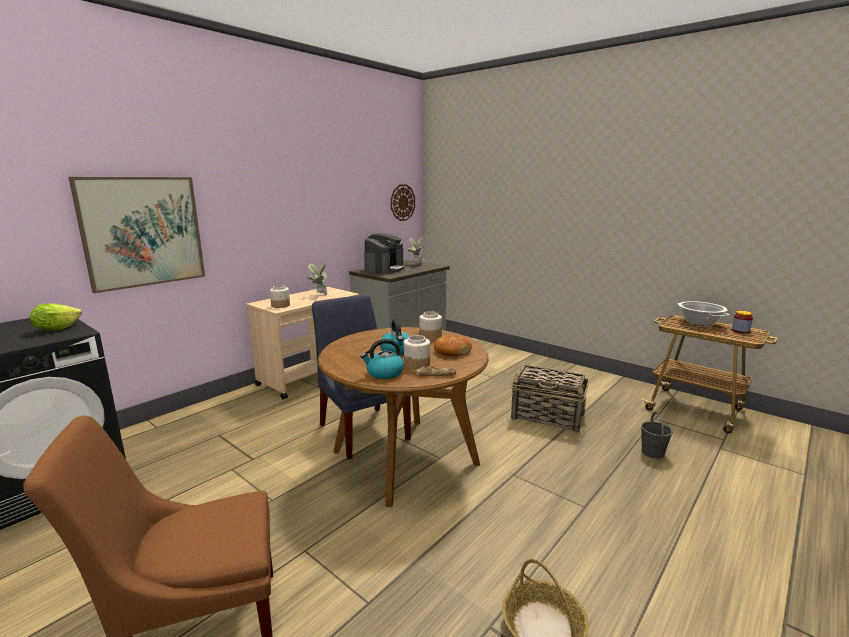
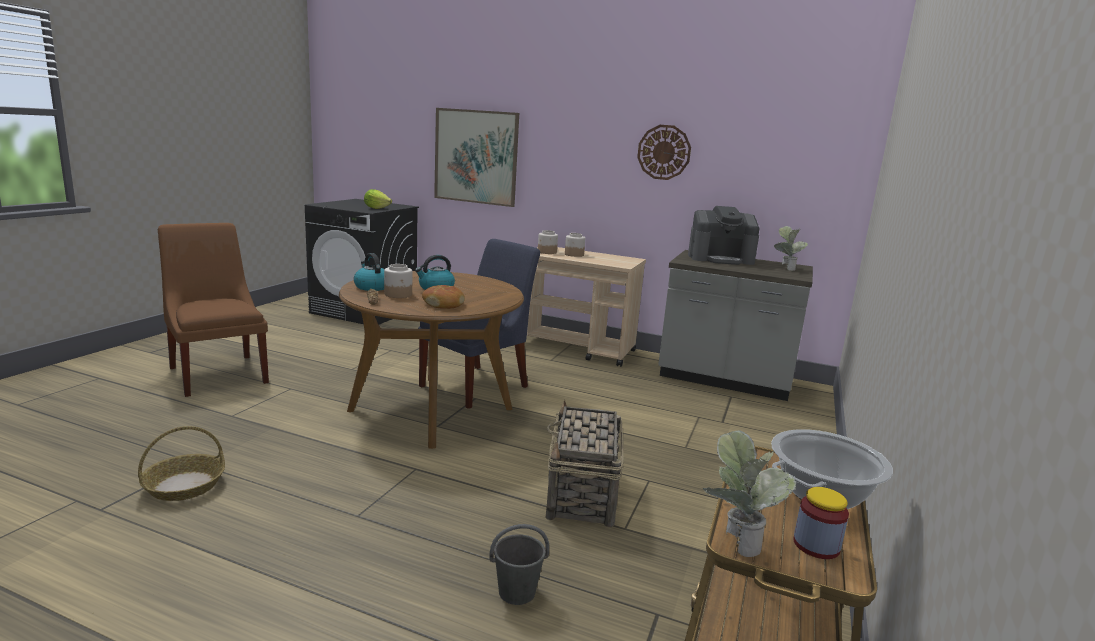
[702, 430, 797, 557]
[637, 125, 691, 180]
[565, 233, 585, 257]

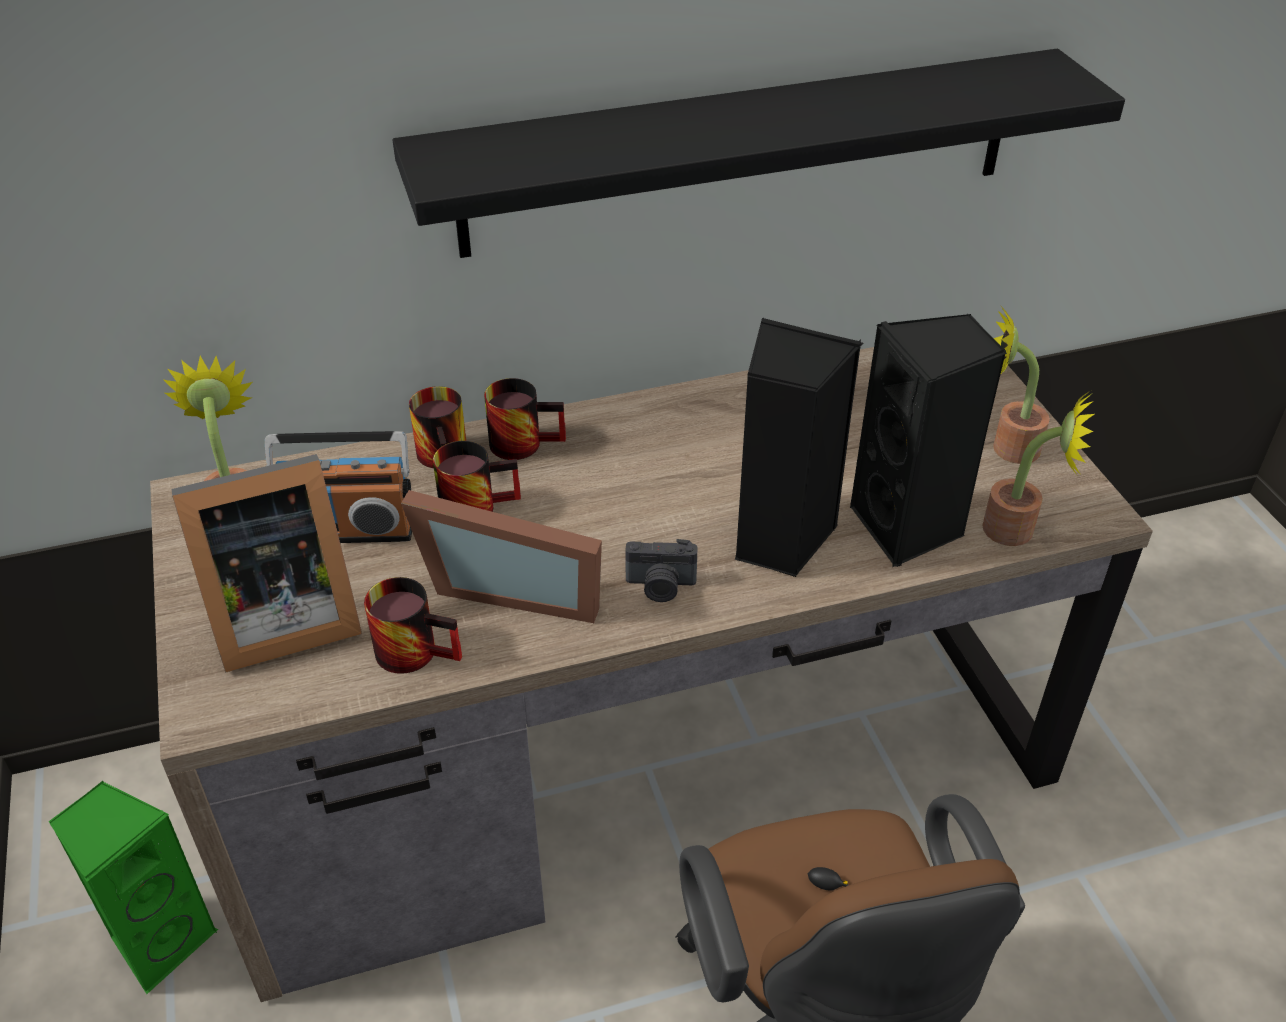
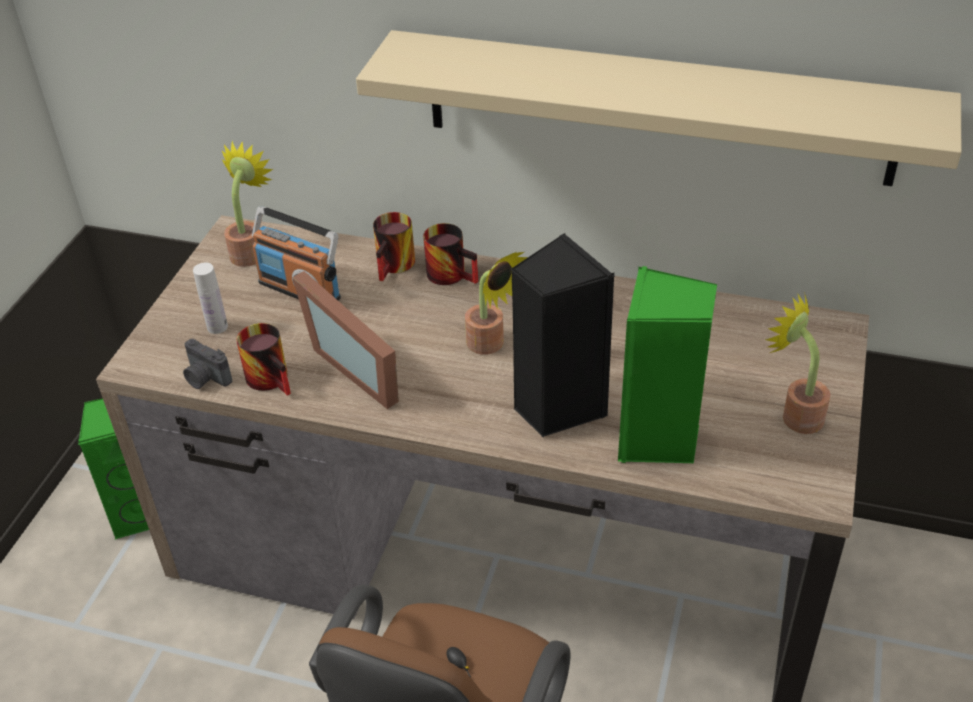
[433, 441, 521, 512] (first image)
[183, 339, 232, 389]
[465, 252, 528, 355]
[193, 262, 228, 334]
[356, 30, 961, 186]
[618, 266, 717, 463]

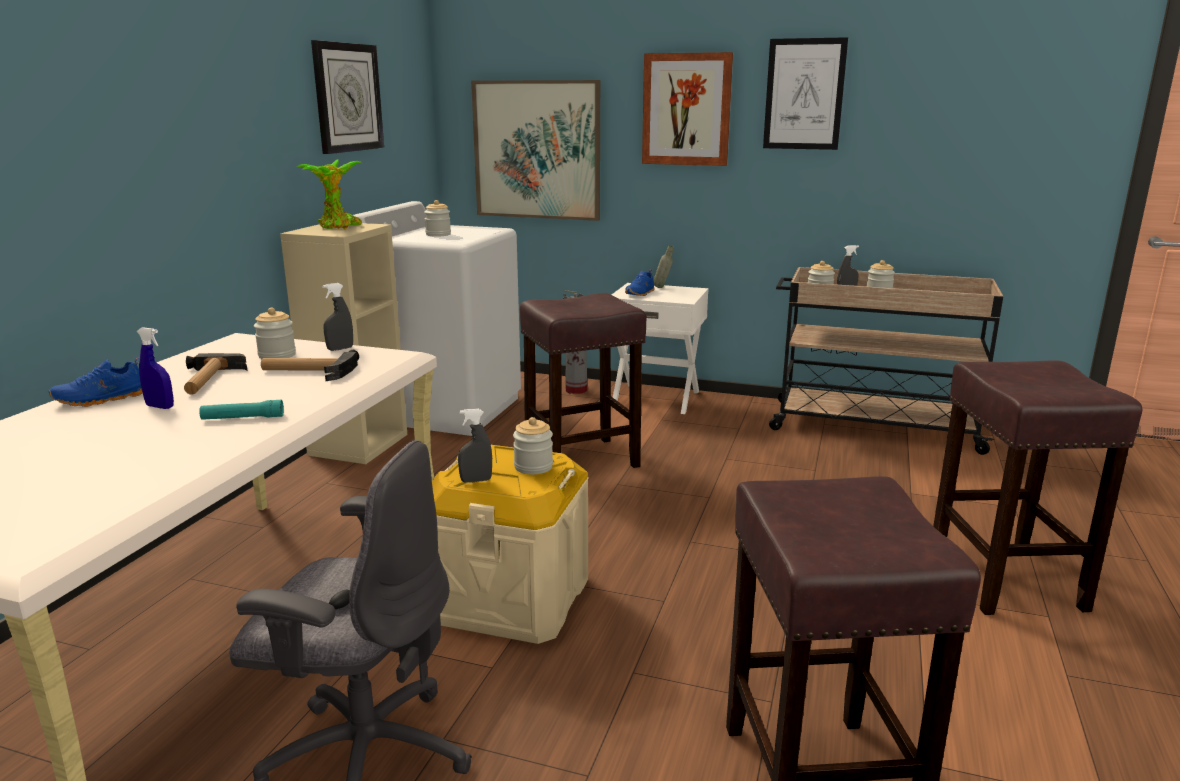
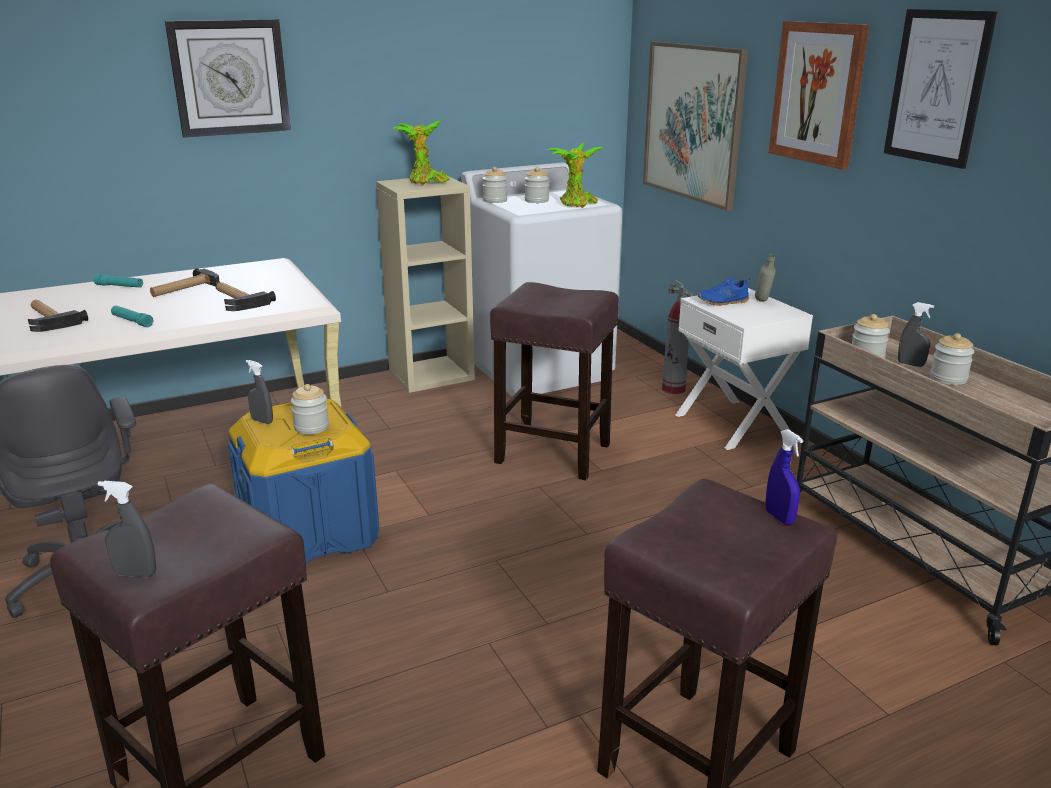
[28, 300, 88, 332]
[548, 142, 605, 208]
[766, 429, 803, 525]
[482, 167, 507, 203]
[165, 19, 291, 138]
[98, 481, 156, 577]
[94, 274, 143, 288]
[228, 399, 379, 564]

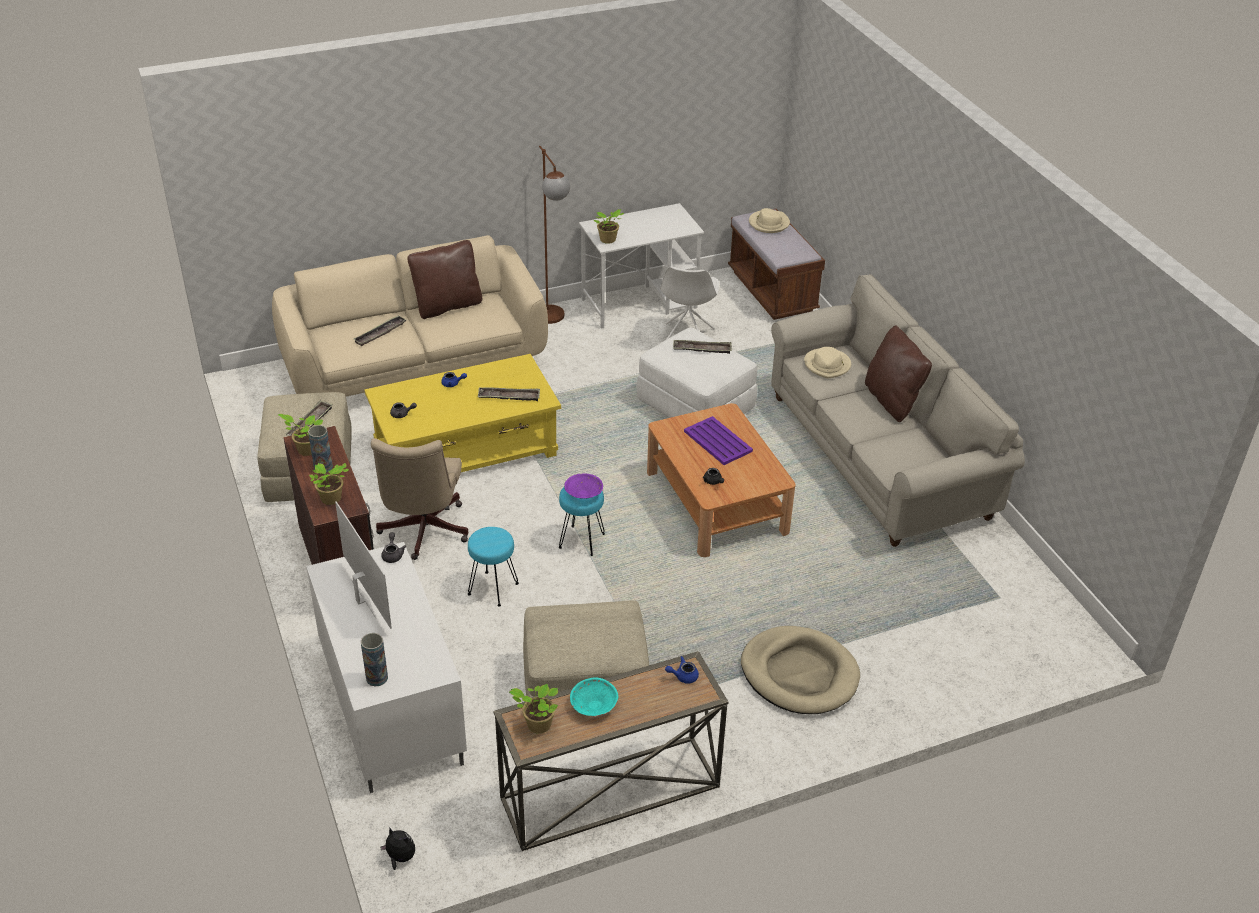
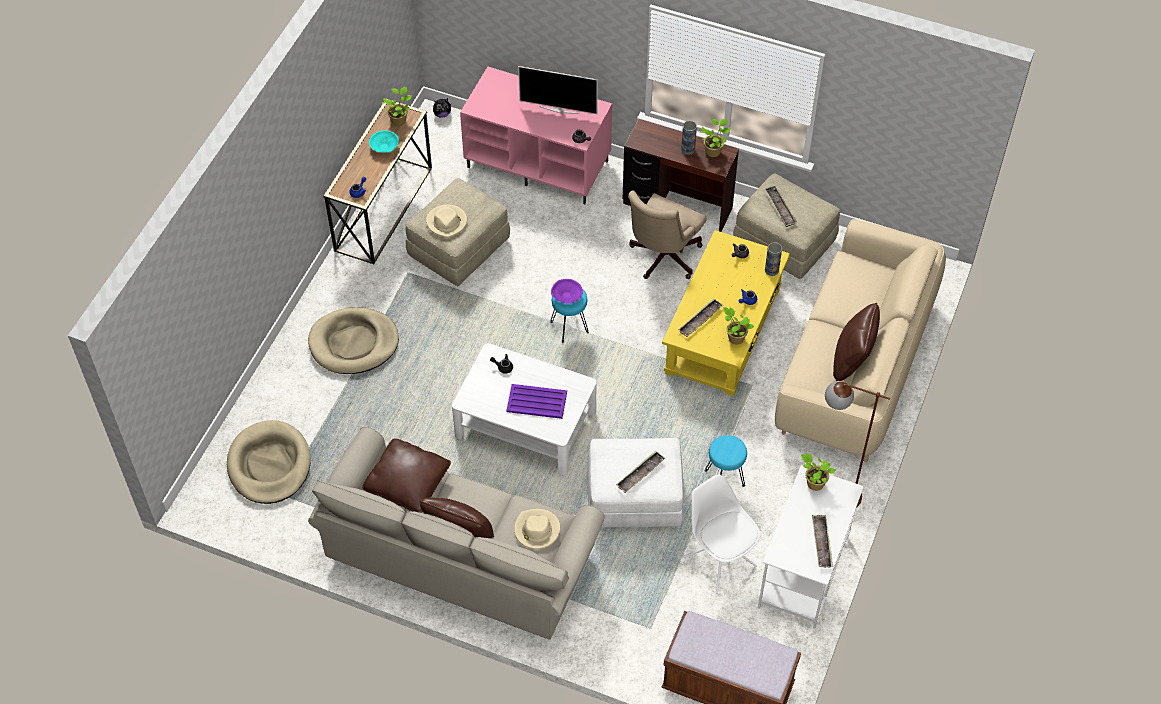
[227, 420, 310, 504]
[362, 438, 451, 513]
[723, 307, 754, 345]
[812, 515, 833, 567]
[765, 242, 782, 276]
[705, 435, 747, 487]
[426, 205, 467, 238]
[460, 67, 612, 204]
[452, 343, 597, 475]
[628, 190, 706, 279]

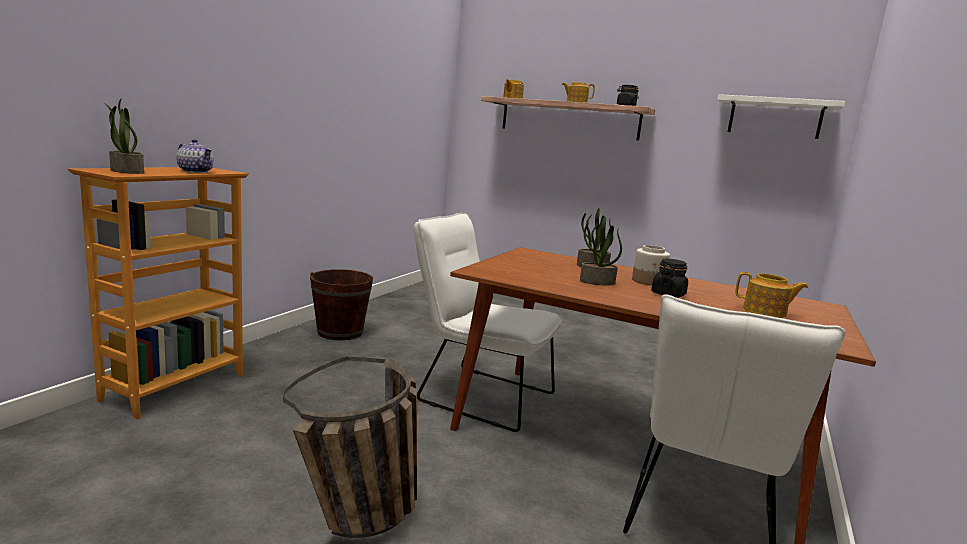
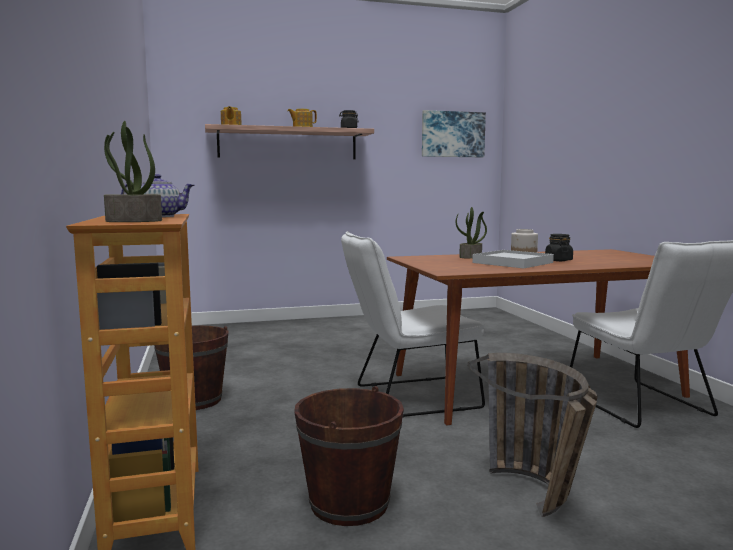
[736, 272, 808, 318] (first image)
[294, 386, 404, 526]
[472, 250, 554, 269]
[422, 110, 486, 157]

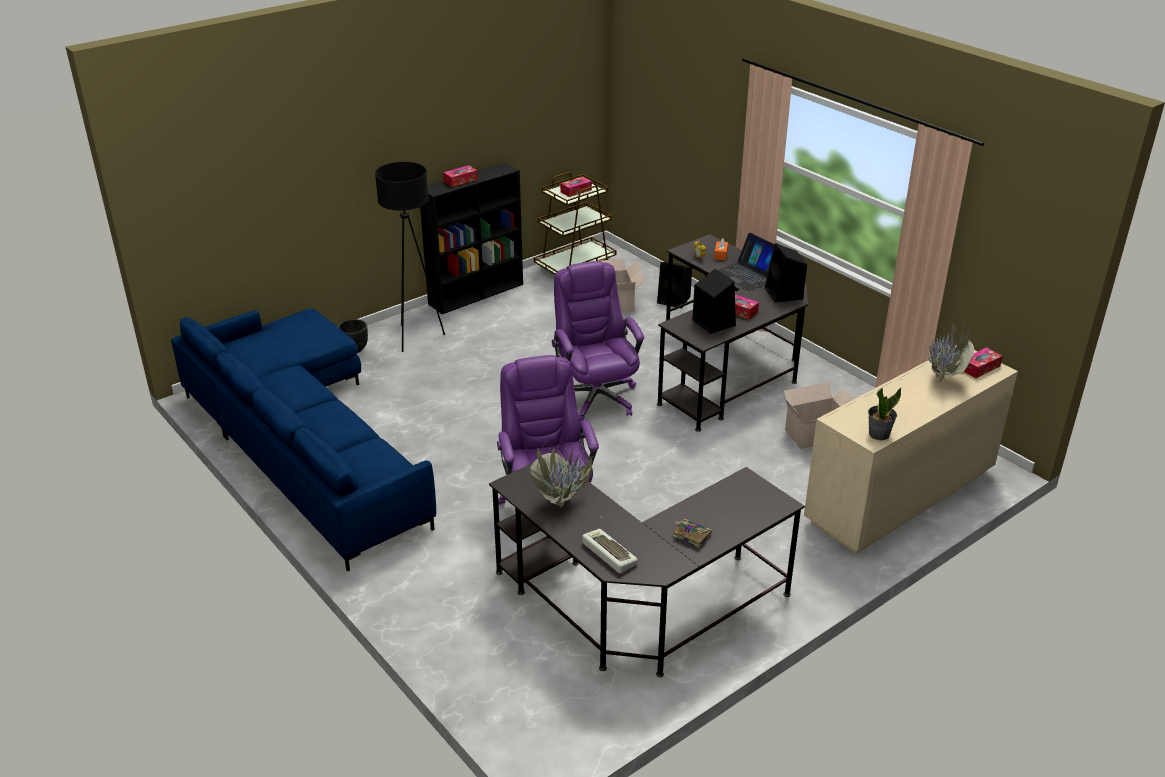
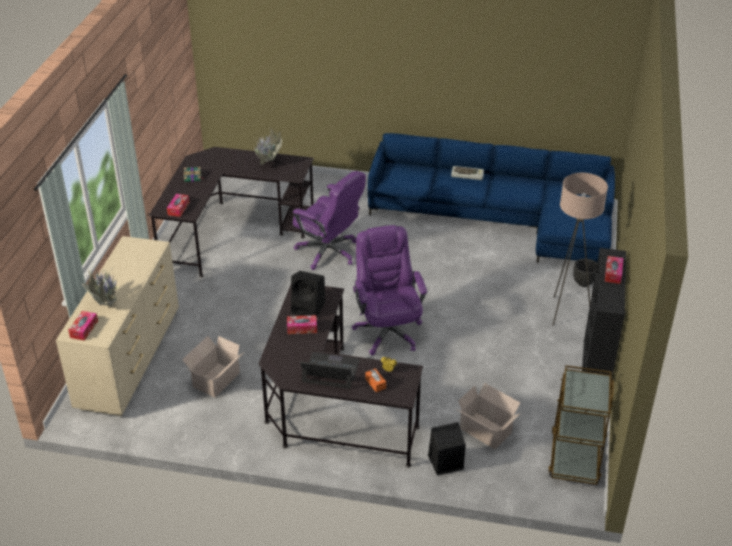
[765, 243, 807, 303] (first image)
[868, 388, 901, 440] (first image)
[167, 194, 190, 217]
[451, 166, 484, 180]
[553, 173, 608, 326]
[352, 225, 427, 355]

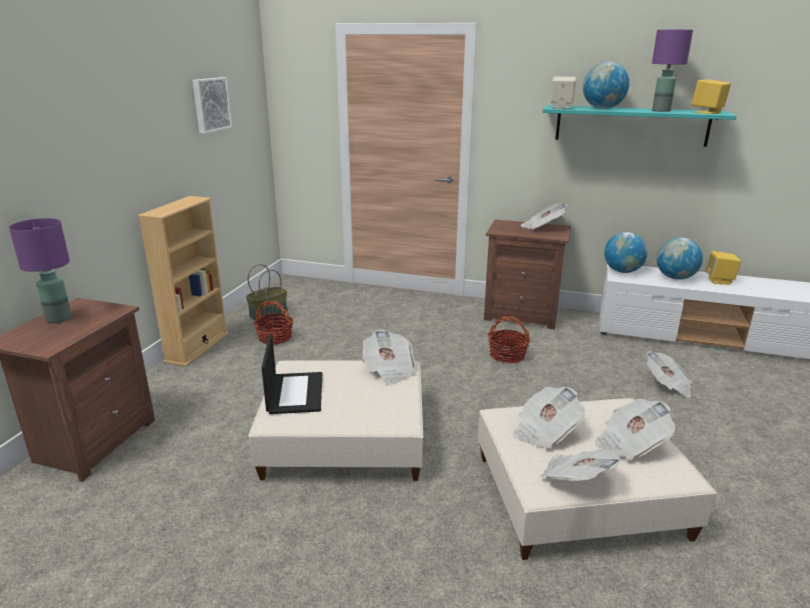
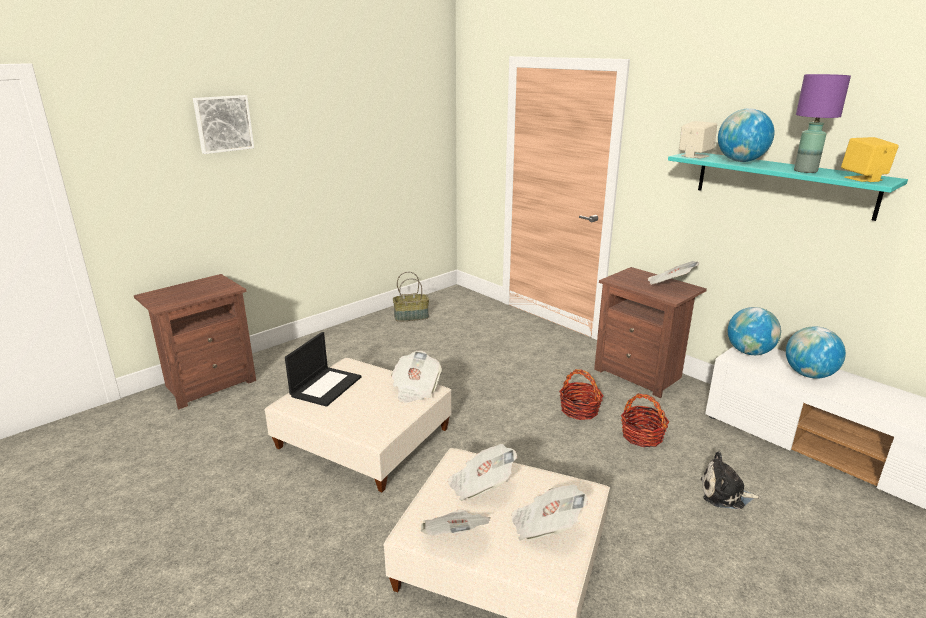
[9, 218, 72, 323] (first image)
[137, 196, 229, 366] (first image)
[705, 251, 741, 285] (first image)
[193, 95, 254, 154]
[621, 393, 669, 447]
[701, 452, 761, 509]

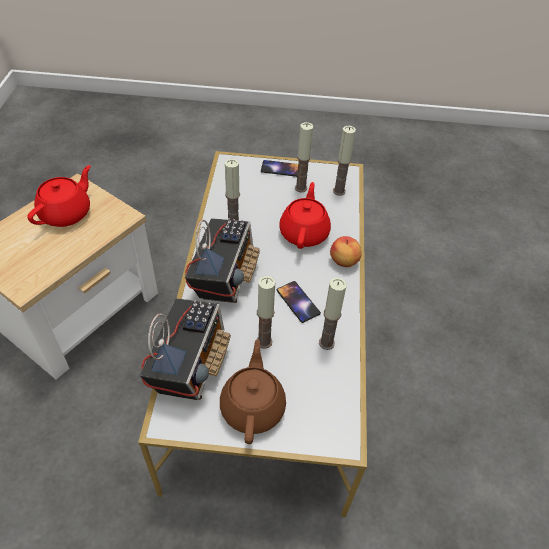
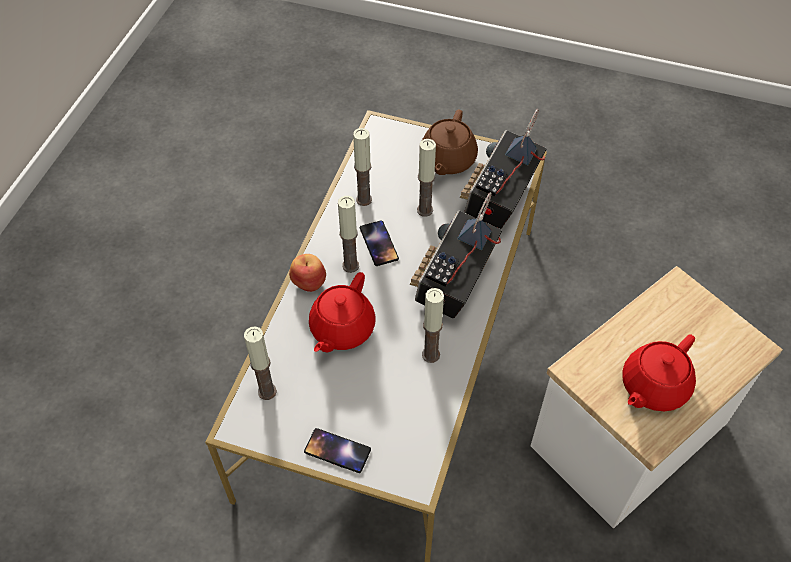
[338, 196, 359, 273]

